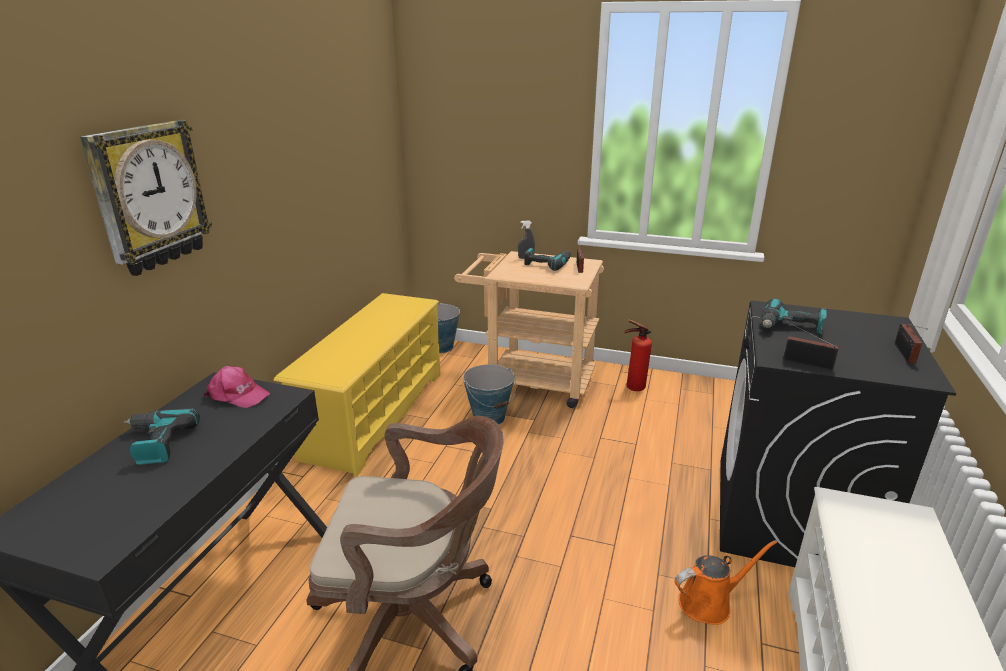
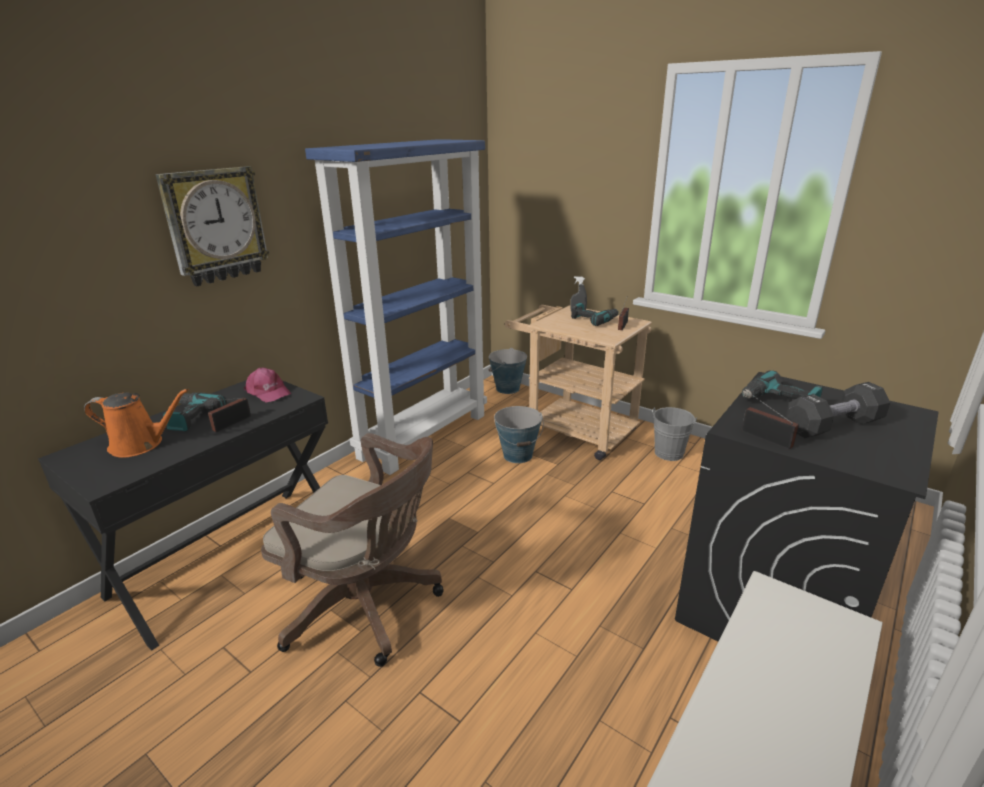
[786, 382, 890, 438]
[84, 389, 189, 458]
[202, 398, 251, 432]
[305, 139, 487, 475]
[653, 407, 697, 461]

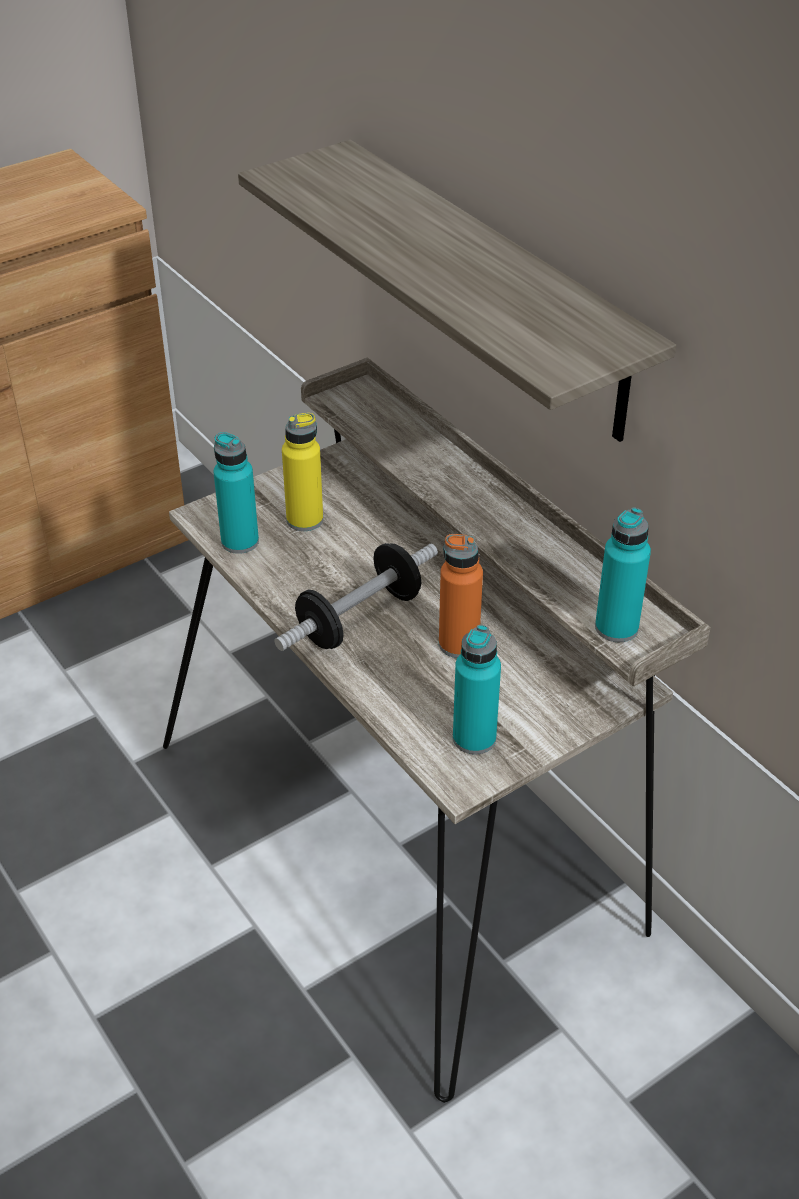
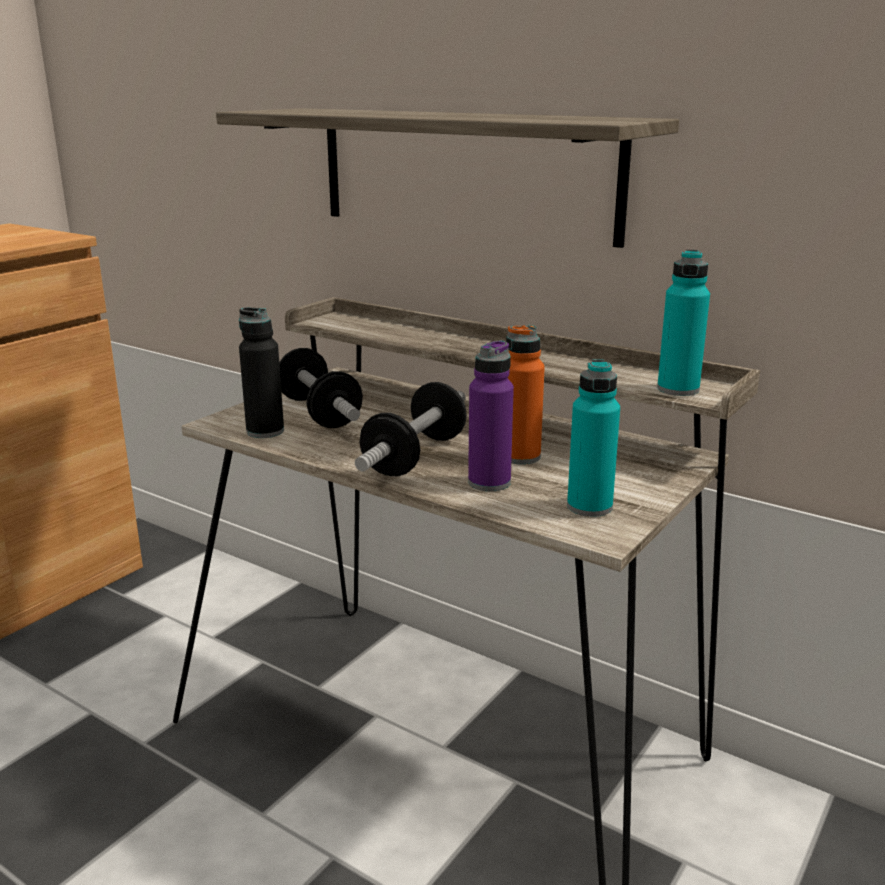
[468, 341, 514, 491]
[279, 348, 363, 428]
[239, 307, 284, 438]

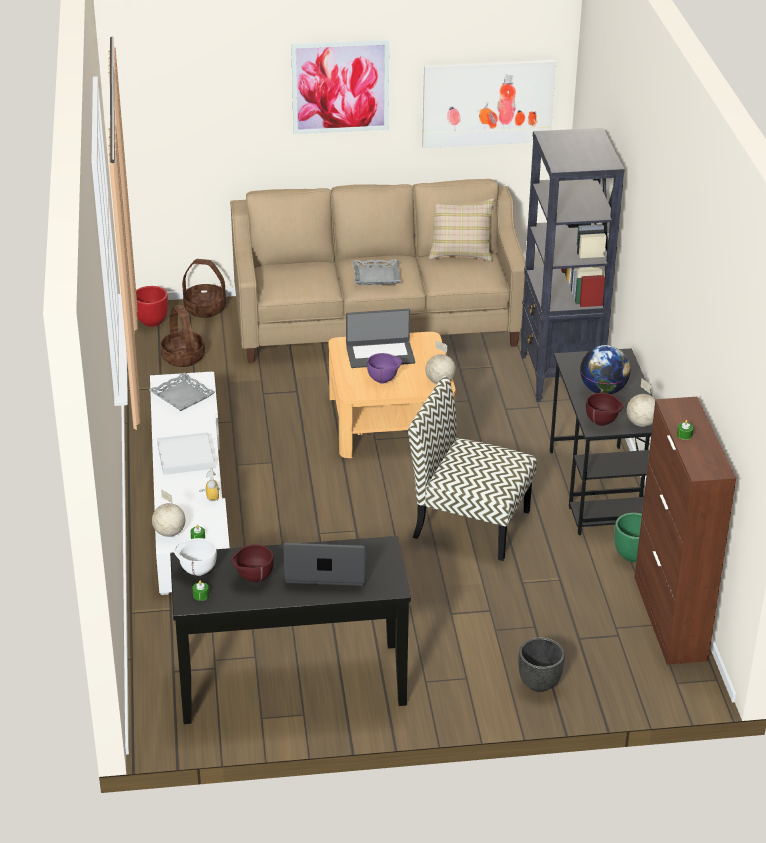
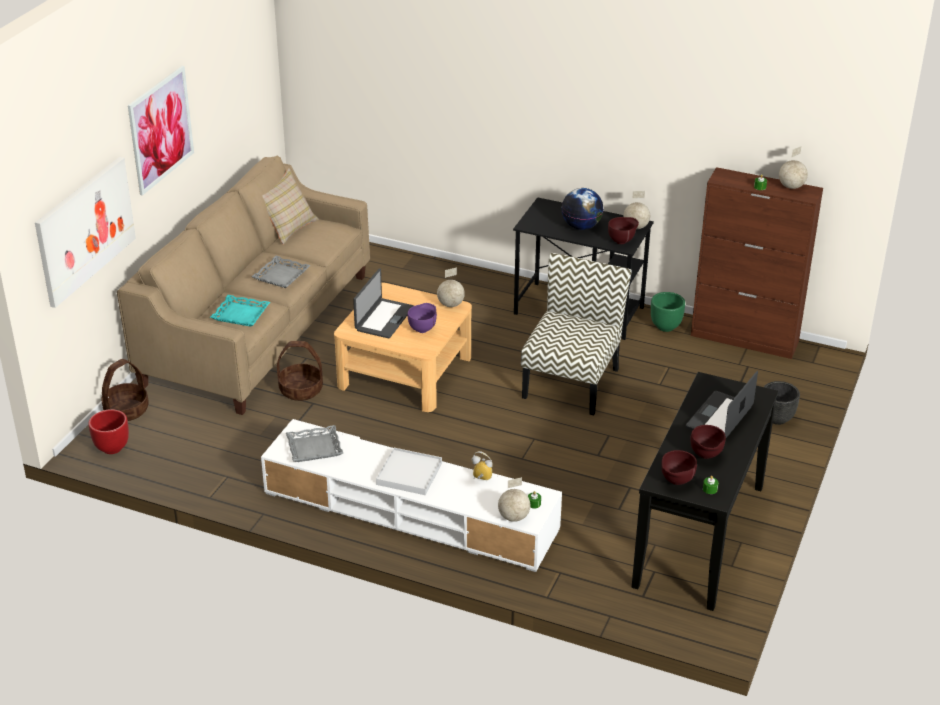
[520, 128, 625, 402] (first image)
[210, 295, 270, 327]
[779, 146, 808, 189]
[277, 341, 323, 401]
[35, 157, 136, 308]
[661, 450, 697, 485]
[521, 253, 632, 415]

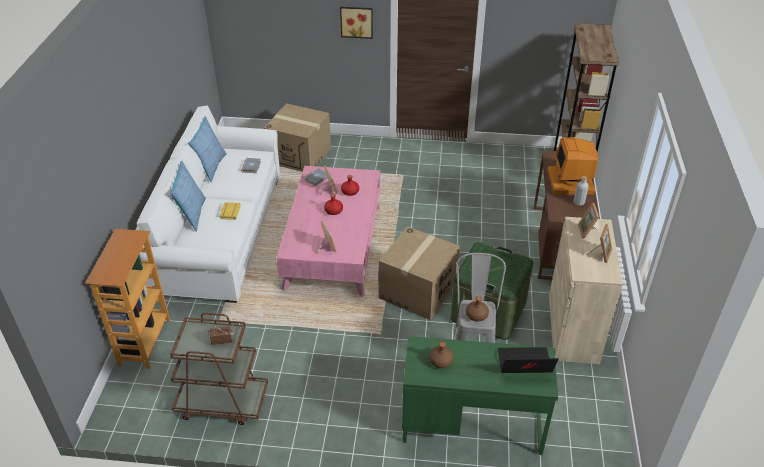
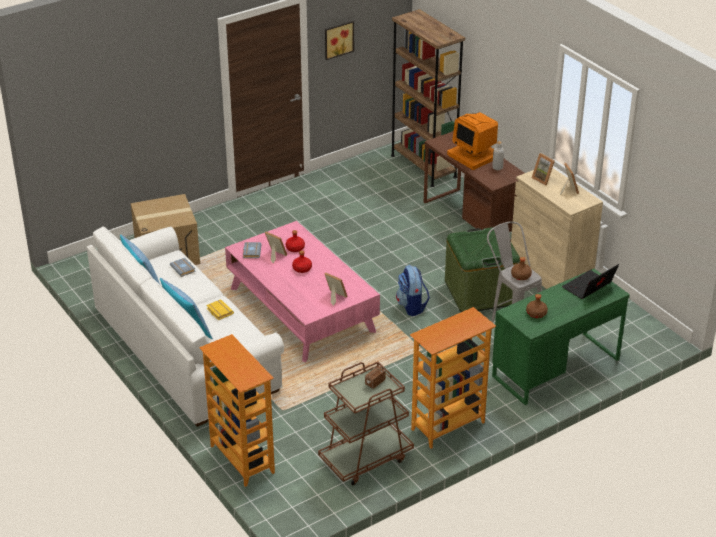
[410, 307, 496, 449]
[325, 21, 354, 60]
[396, 265, 430, 316]

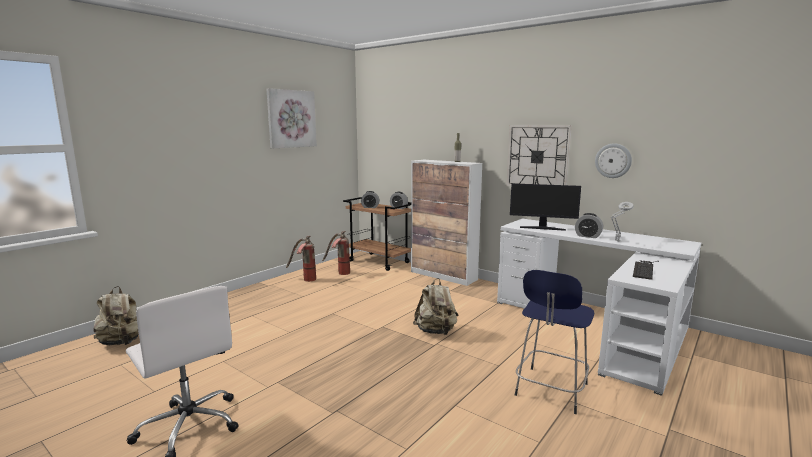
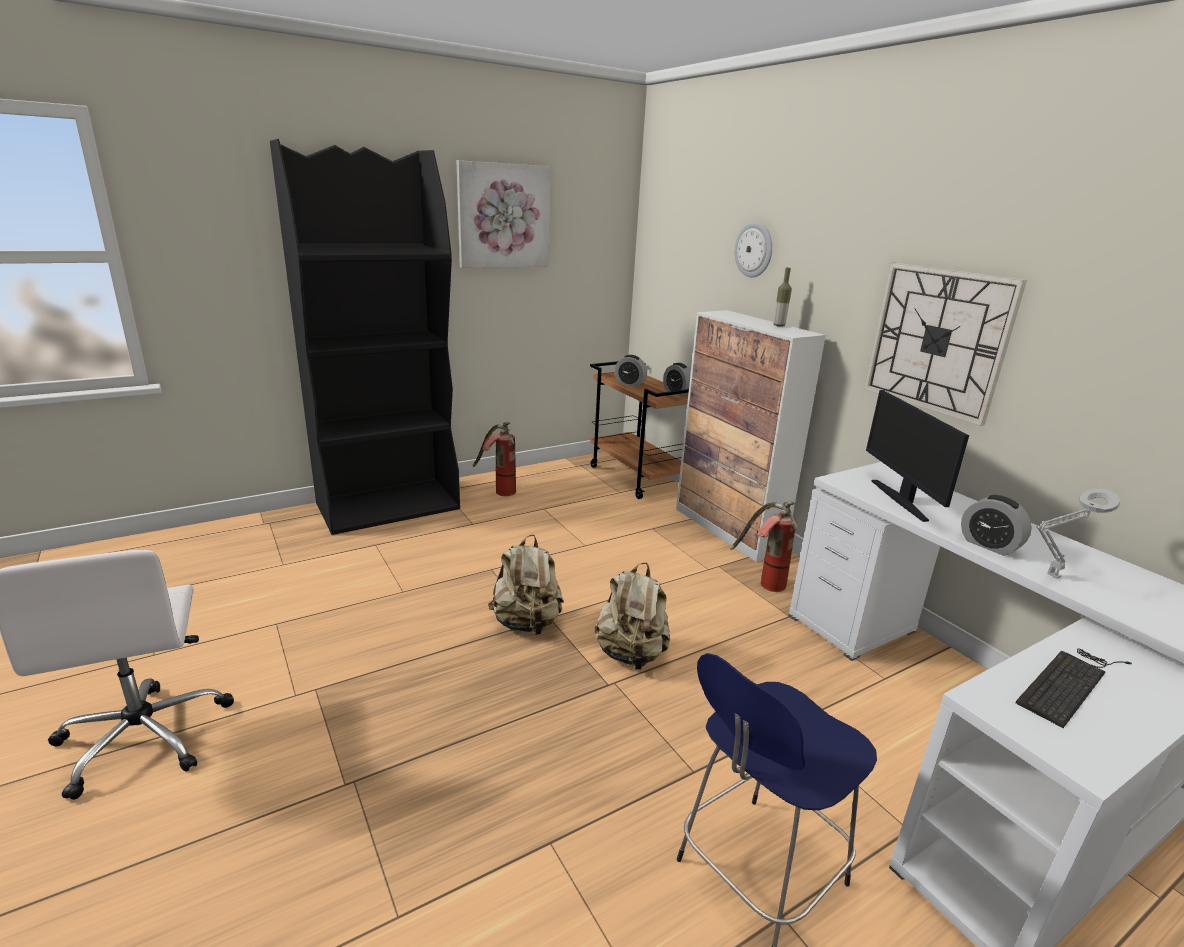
[270, 139, 460, 535]
[488, 534, 564, 635]
[730, 501, 798, 592]
[734, 222, 772, 277]
[866, 390, 969, 522]

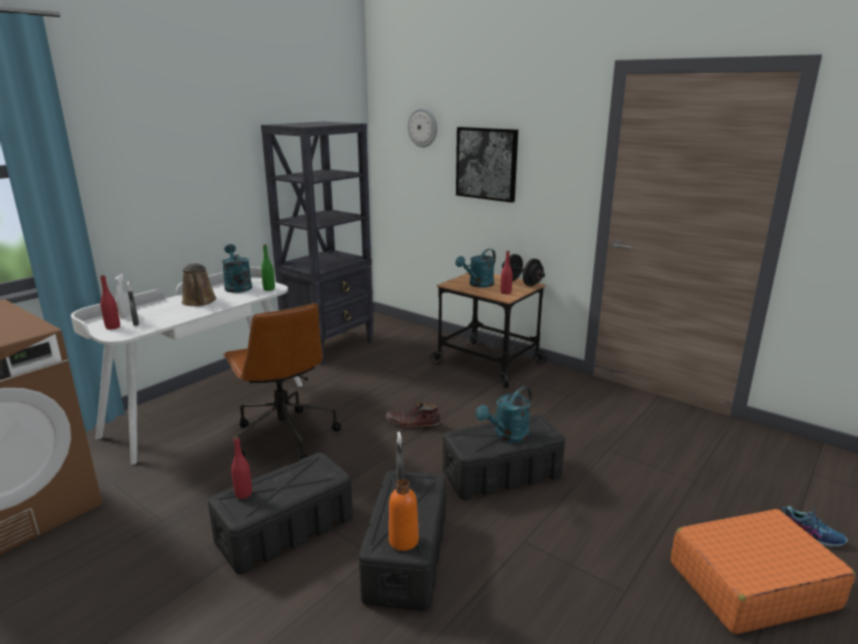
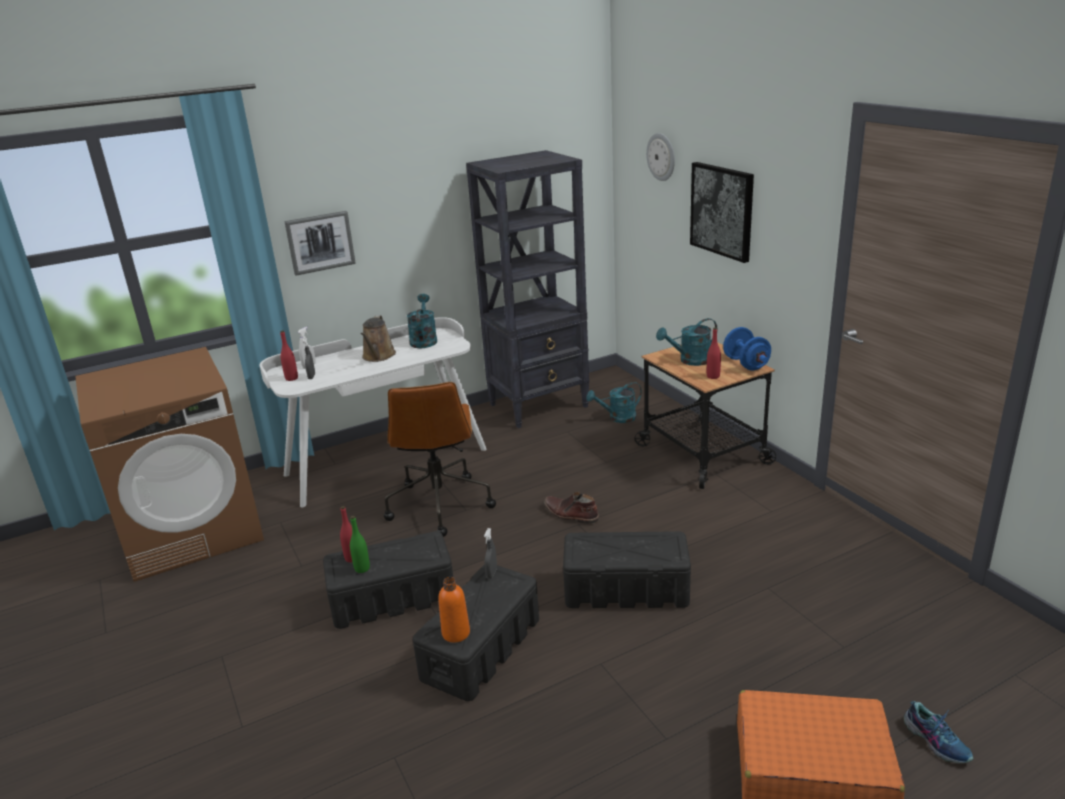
[284, 211, 356, 275]
[350, 516, 370, 573]
[586, 382, 642, 423]
[723, 327, 771, 370]

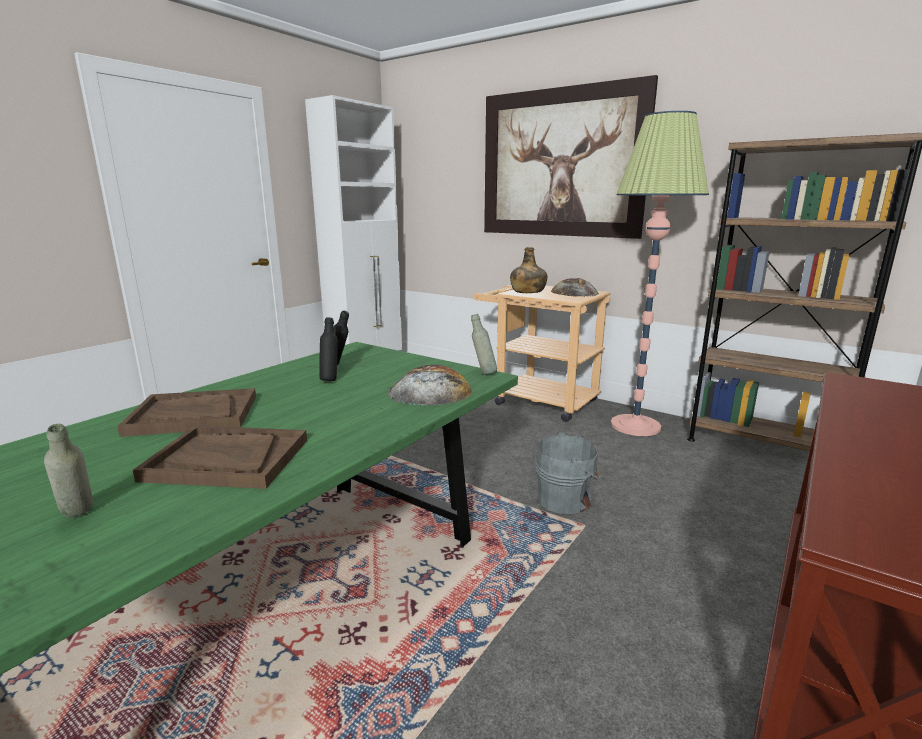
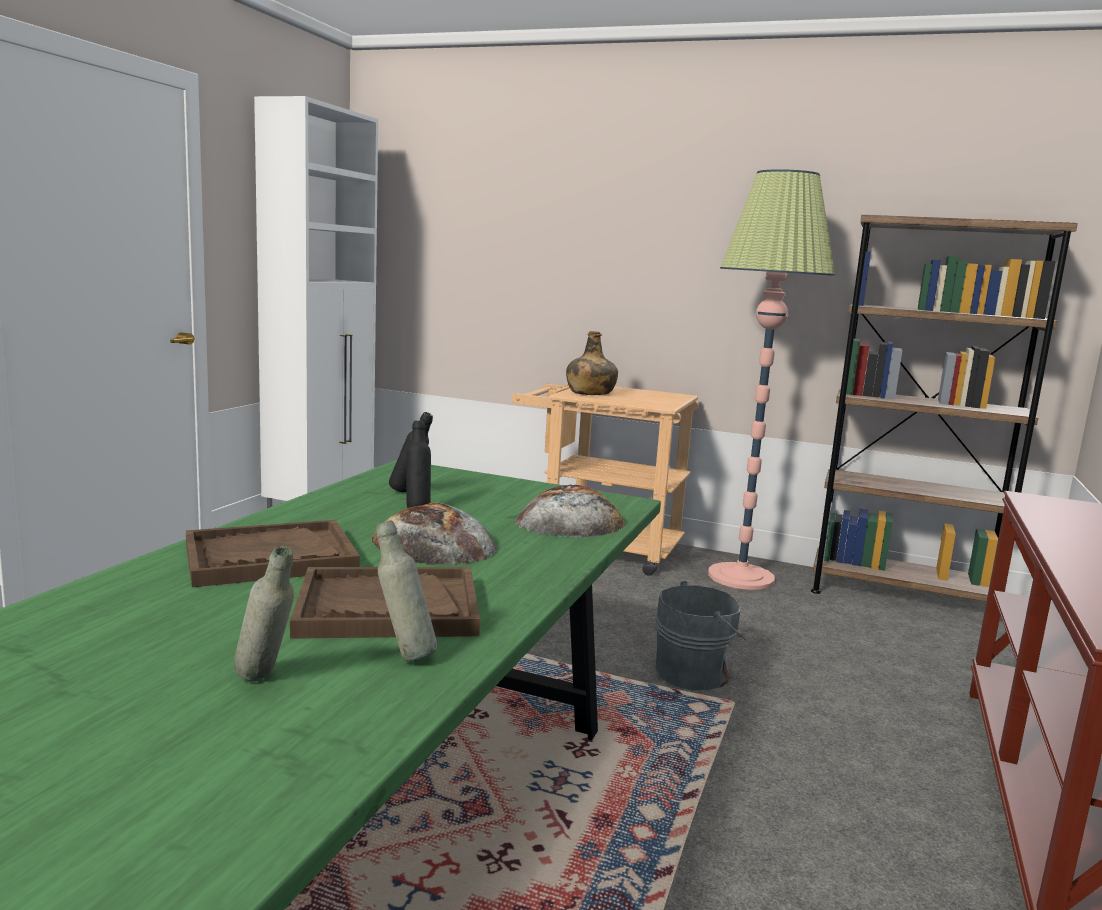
[484, 75, 658, 239] (first image)
[376, 520, 437, 662]
[371, 503, 498, 565]

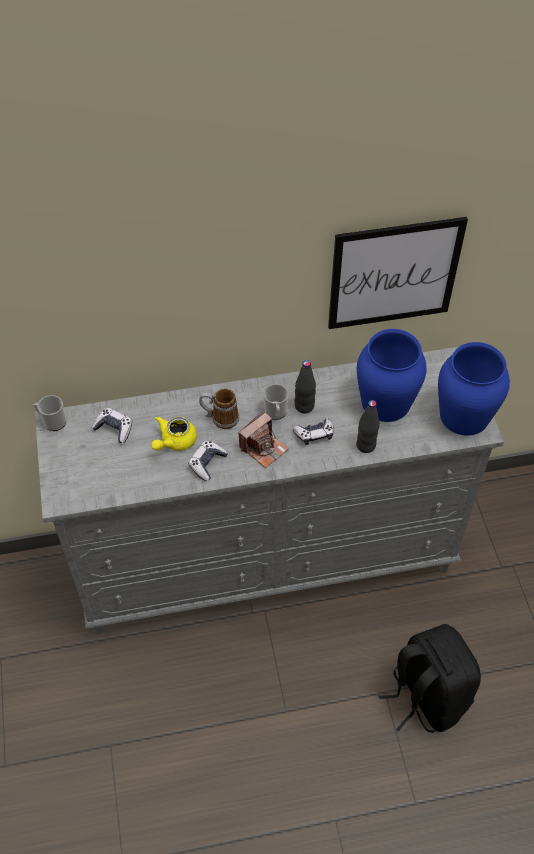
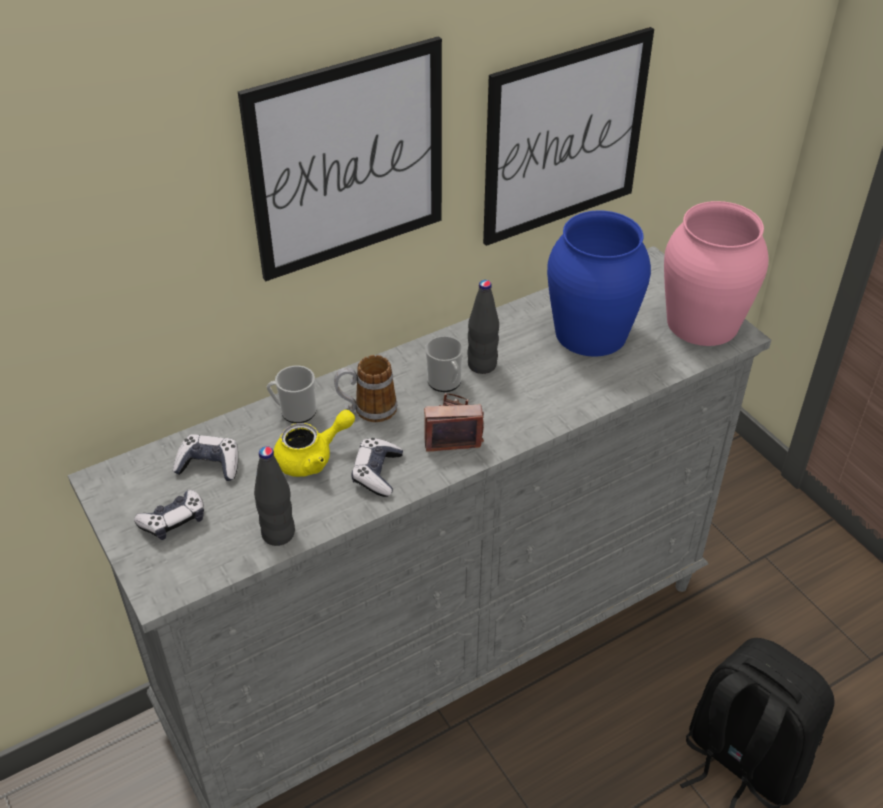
[238, 36, 442, 281]
[267, 366, 316, 423]
[134, 490, 204, 540]
[254, 446, 295, 546]
[664, 201, 769, 346]
[274, 410, 355, 477]
[424, 393, 484, 452]

